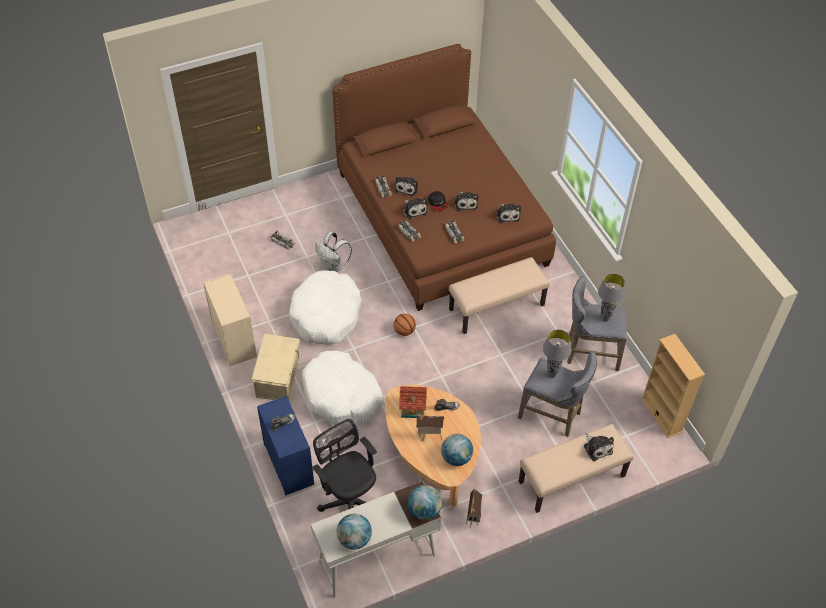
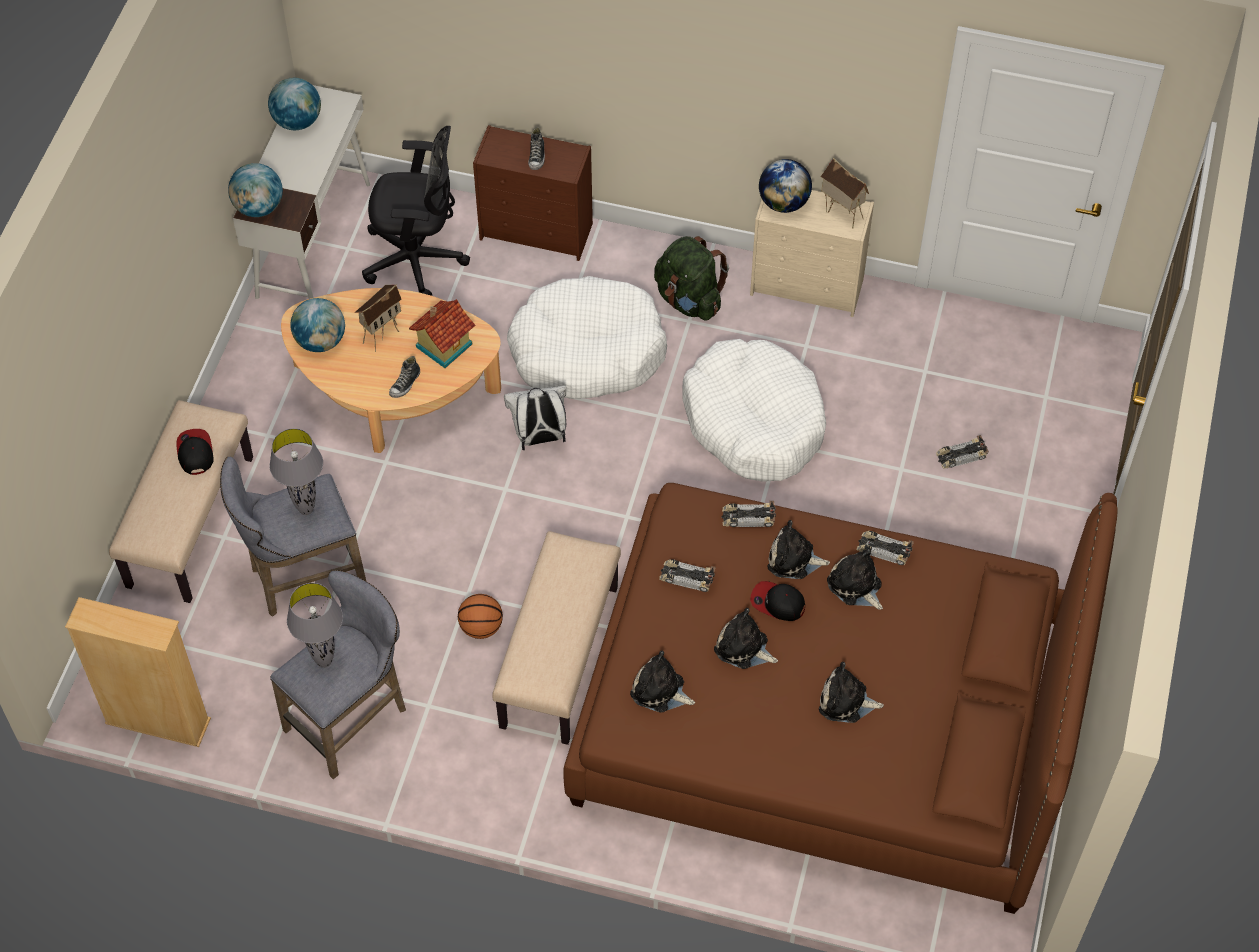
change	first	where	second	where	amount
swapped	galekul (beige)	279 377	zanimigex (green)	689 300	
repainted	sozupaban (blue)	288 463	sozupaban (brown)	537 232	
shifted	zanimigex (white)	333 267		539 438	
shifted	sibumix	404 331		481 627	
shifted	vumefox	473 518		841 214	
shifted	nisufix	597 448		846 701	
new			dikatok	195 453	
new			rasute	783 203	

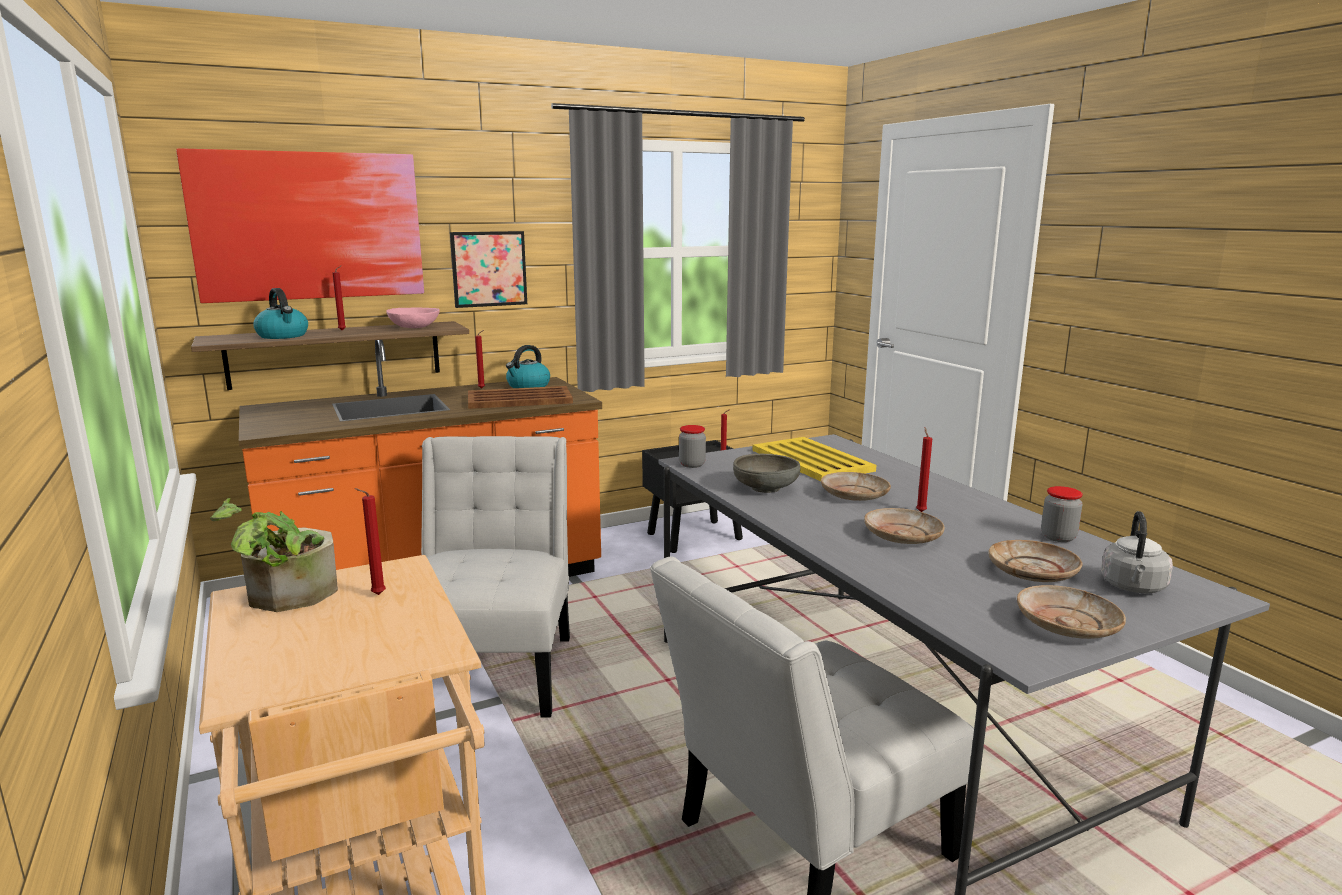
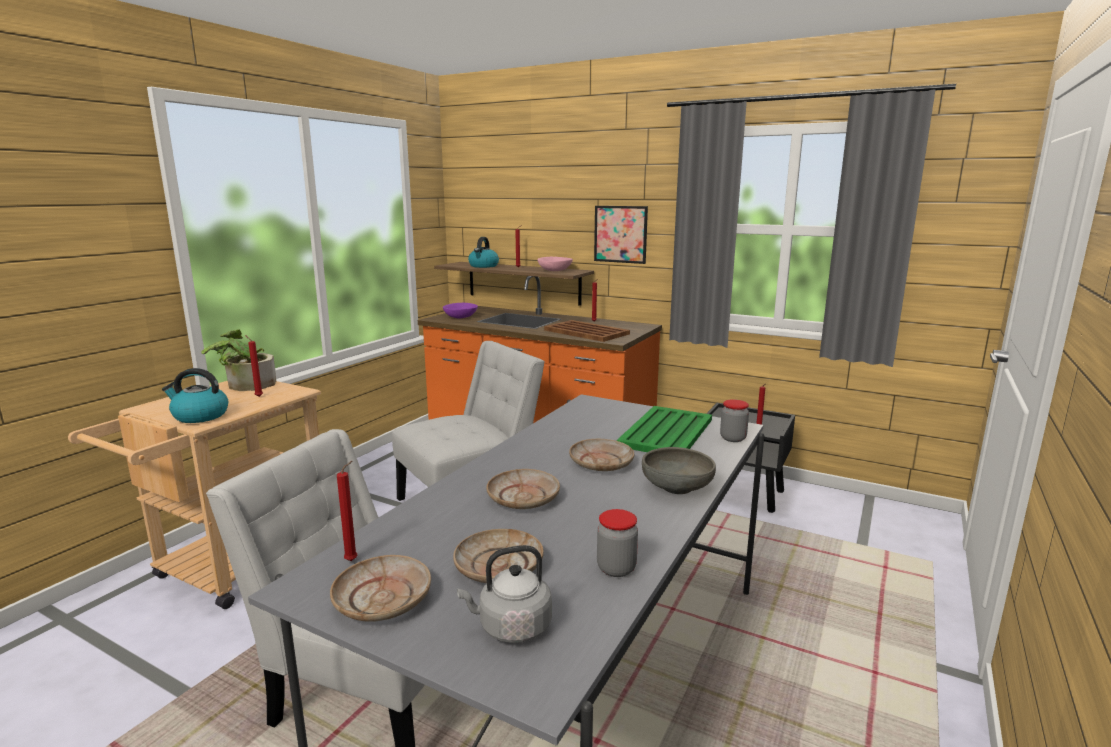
change	first	where	second	where	amount
gone	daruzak	309 226			
shifted	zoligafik	528 386		199 416	
shifted	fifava	692 464		733 438	
shifted	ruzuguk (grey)	765 488		676 487	
repainted	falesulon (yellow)	812 461	falesulon (green)	665 433	
shifted	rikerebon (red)	920 511		353 560	
new			ruzuguk (purple)	461 317	

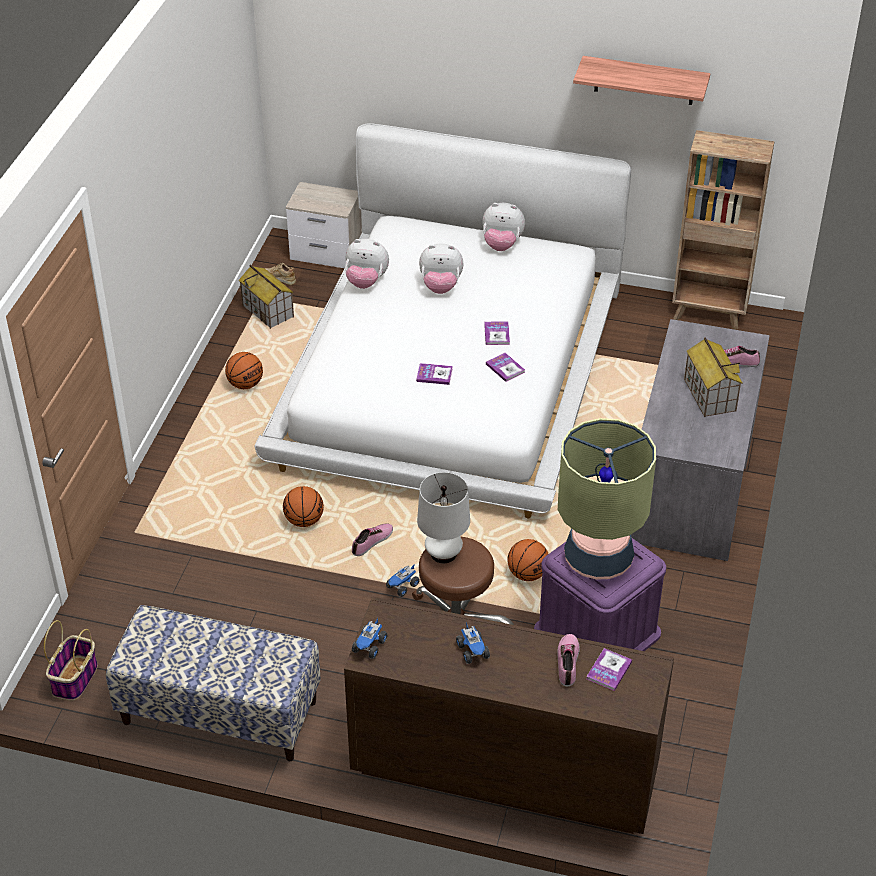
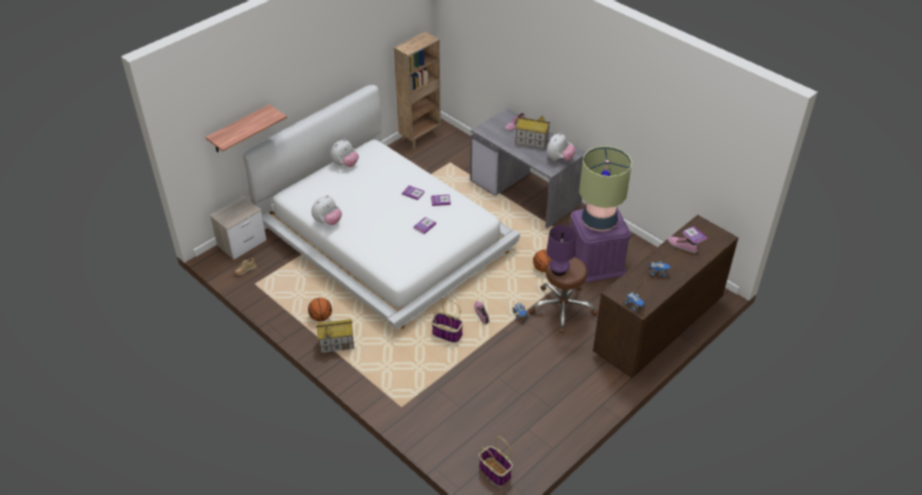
change	first	where	second	where	amount
gone	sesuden	219 712			
shifted	vumefox	268 311		337 343	
swapped	sibumix	304 520	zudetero	446 333	
repainted	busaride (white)	443 553	busaride (purple)	559 270	
shifted	nisufix	440 286		559 159	
shifted	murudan	644 80		239 129	

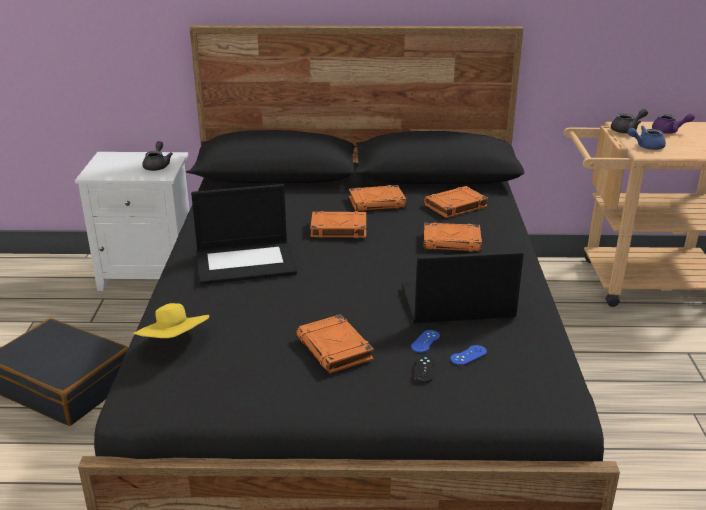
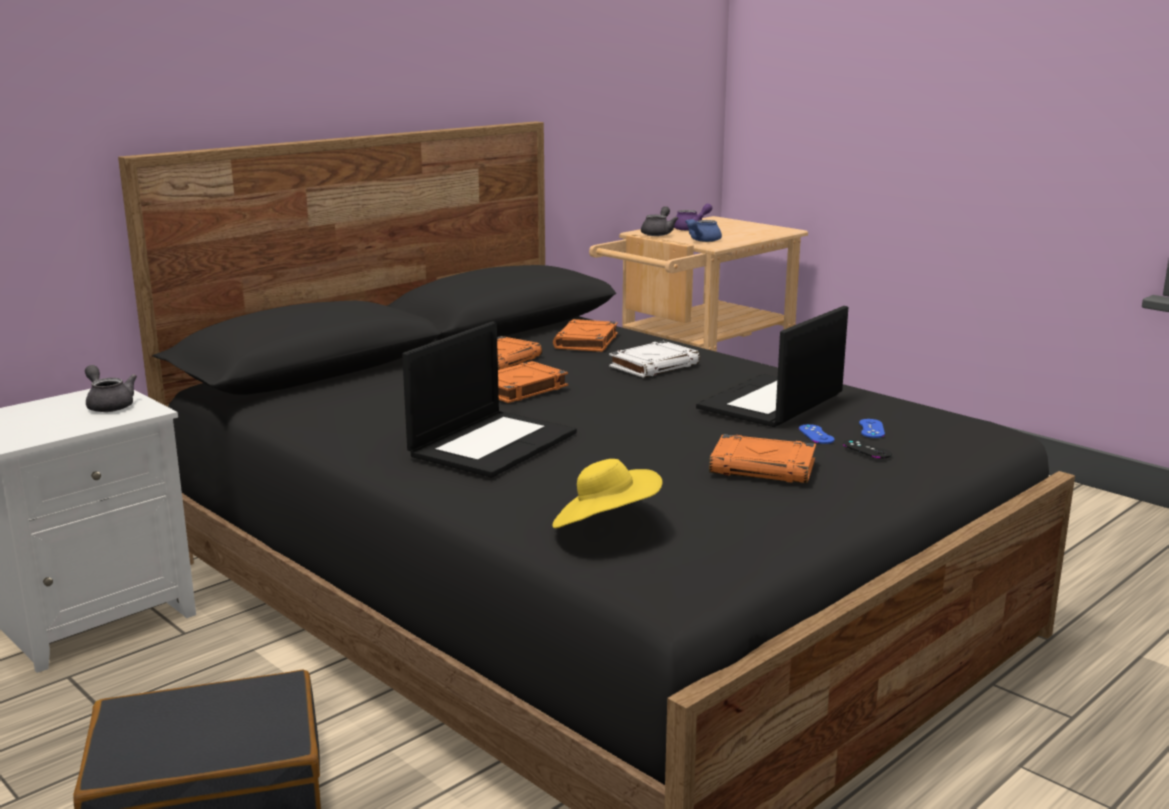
change	first	where	second	where	amount
repainted	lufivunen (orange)	452 242	lufivunen (white)	654 365	

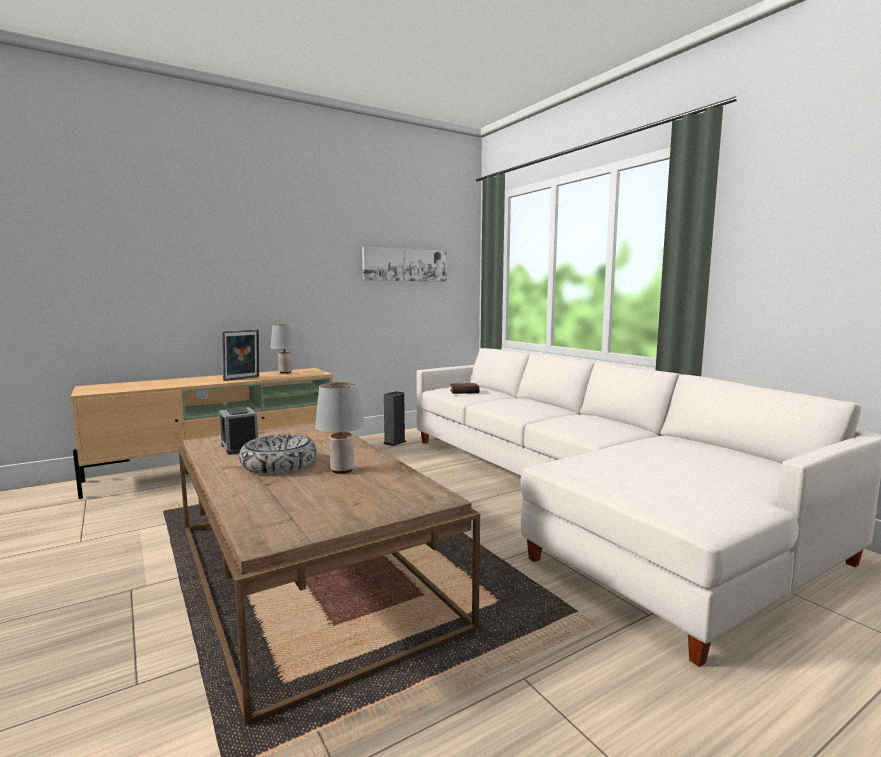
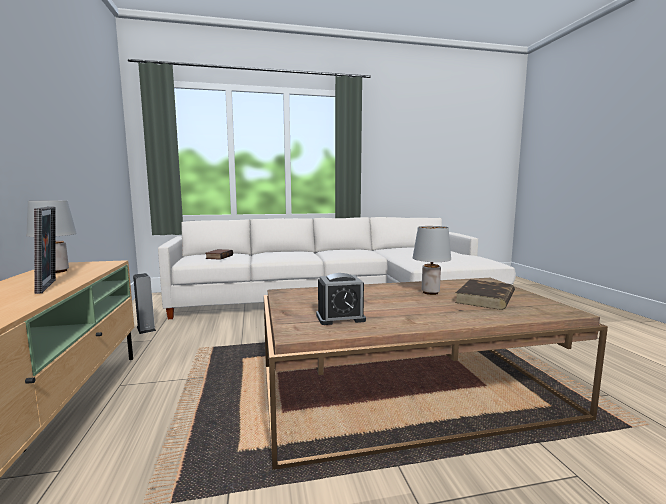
change	first	where	second	where	amount
gone	ruzuguk	279 465			
gone	daruzak	405 265			
new			lufivunen (brown)	485 298	

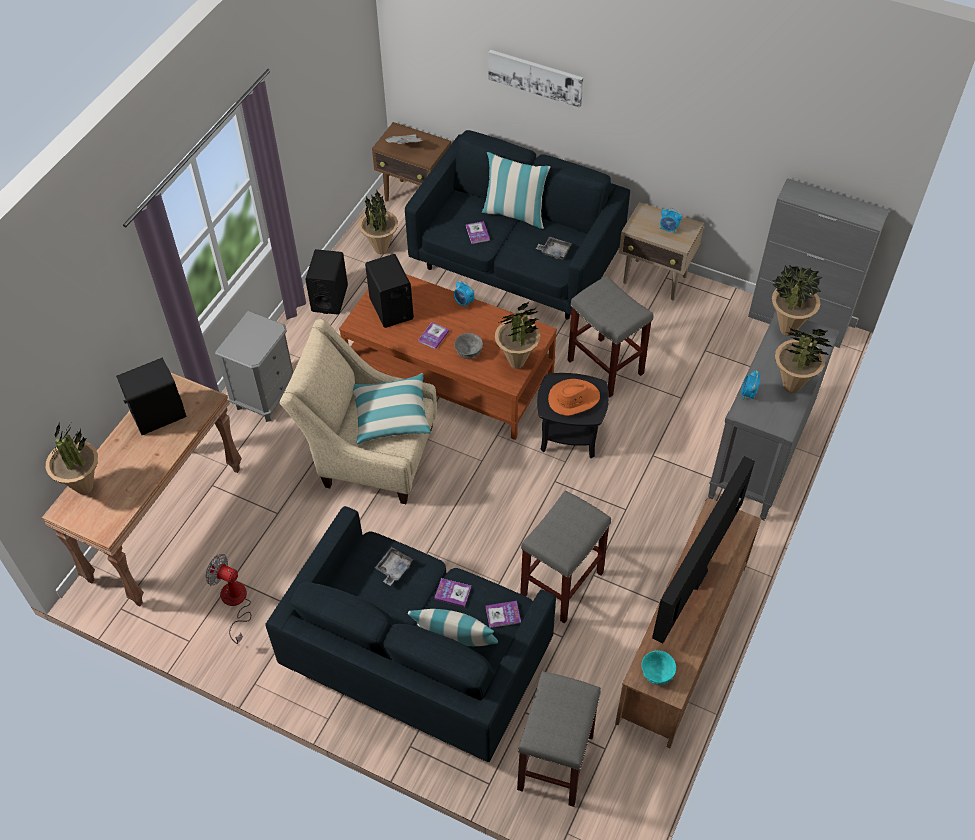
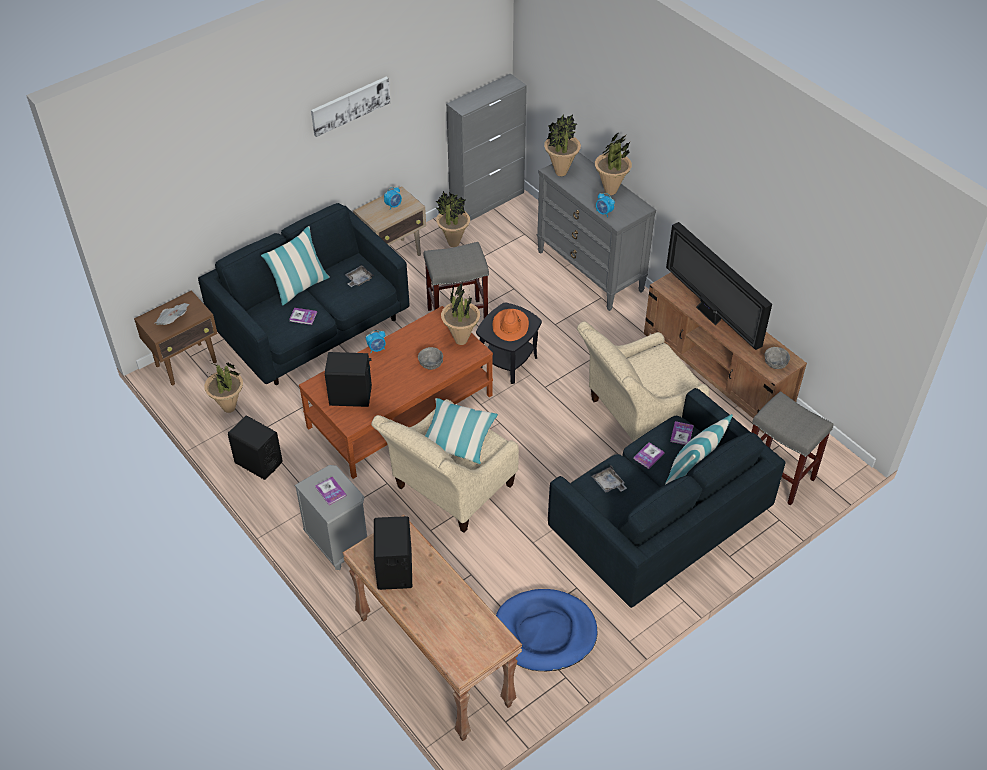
change	first	where	second	where	amount
shifted	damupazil	84 487		453 243	
swapped	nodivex	235 603	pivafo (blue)	545 632	
shifted	lufivunen	433 336		330 491	
shifted	daruzak	536 77		350 105	
swapped	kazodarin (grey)	562 583	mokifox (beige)	636 417	
repainted	ruzuguk (turquoise)	657 673	ruzuguk (grey)	775 363	

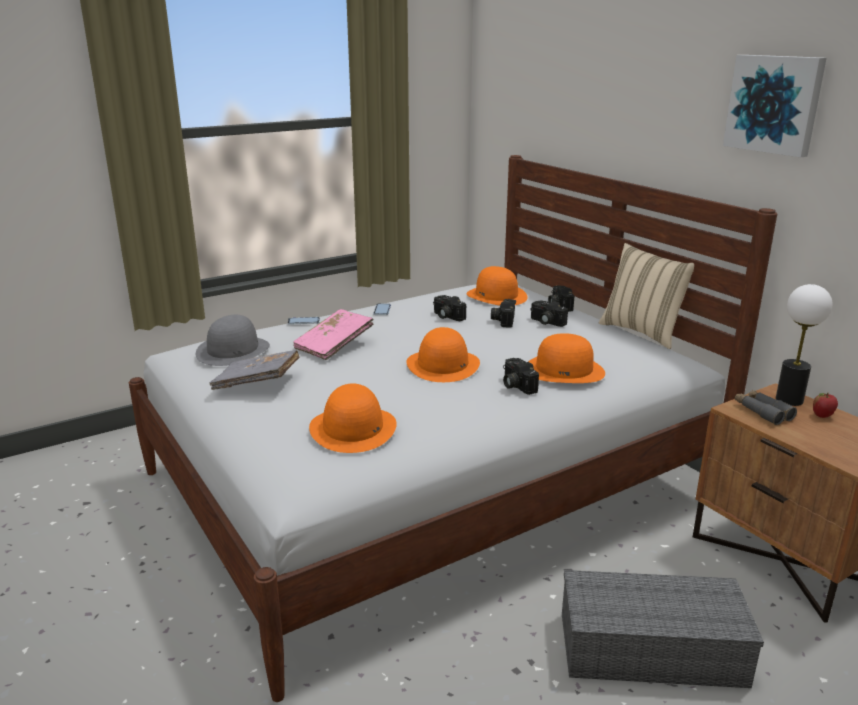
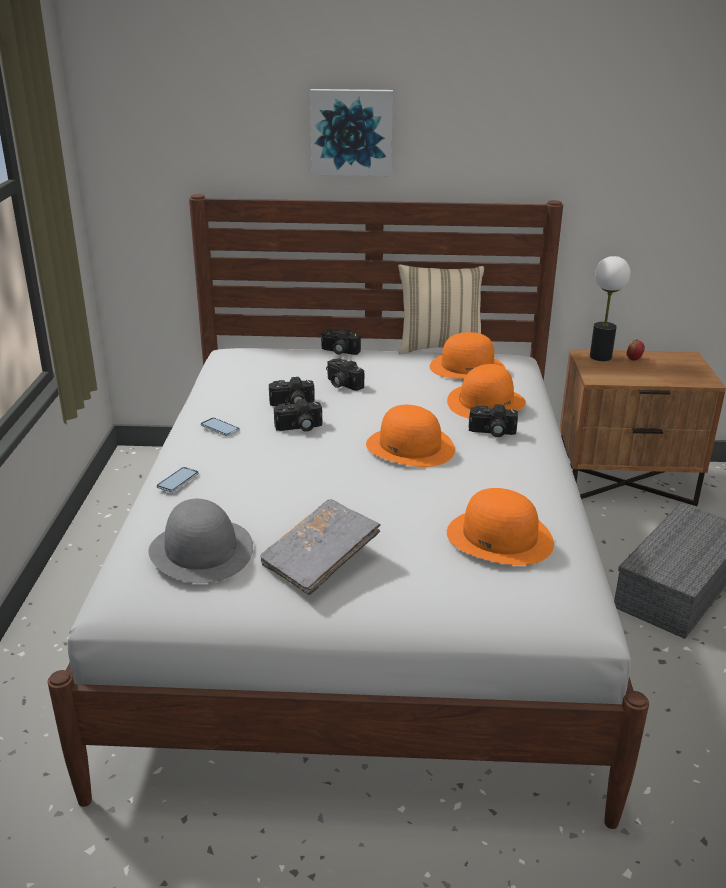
change	first	where	second	where	amount
gone	lufivunen (pink)	334 345			
shifted	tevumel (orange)	497 296		467 367	
shifted	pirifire	546 322		299 428	
shifted	daruzak	774 104		351 132	
gone	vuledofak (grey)	762 412			

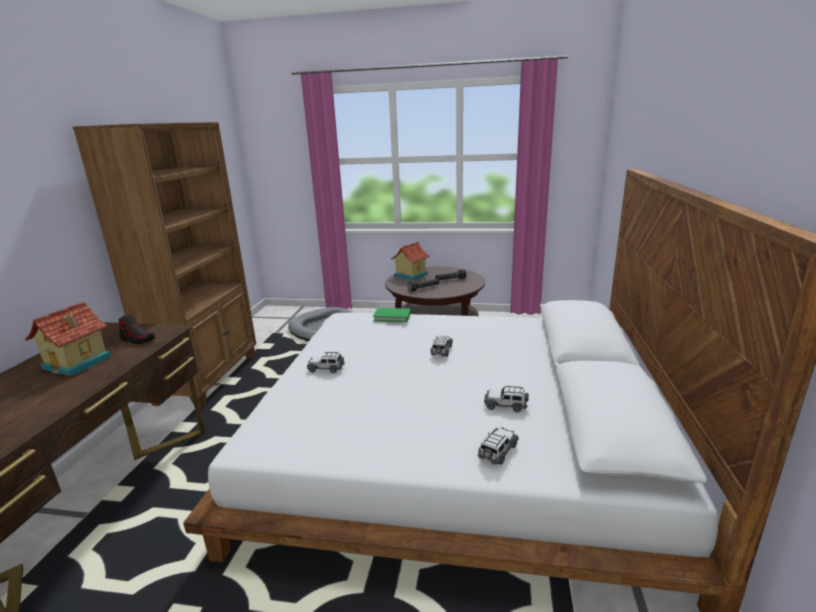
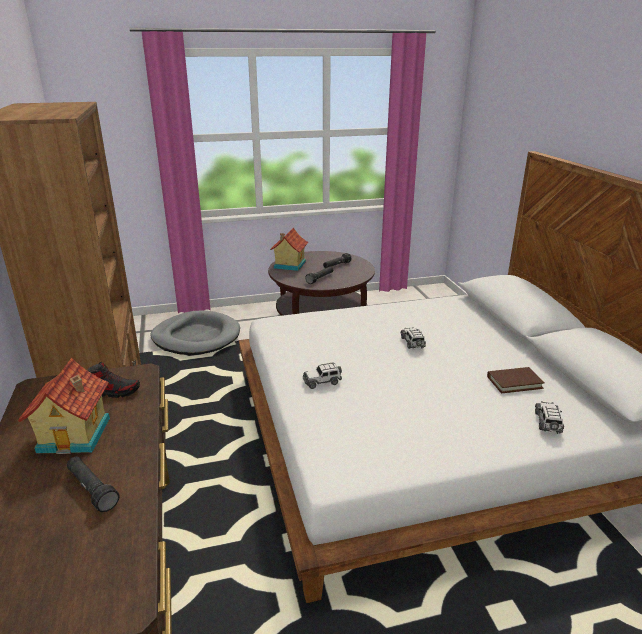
change	first	where	second	where	amount
gone	lufivunen (green)	392 317			
swapped	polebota	505 405	lufivunen (brown)	514 382	
new			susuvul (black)	92 489	

